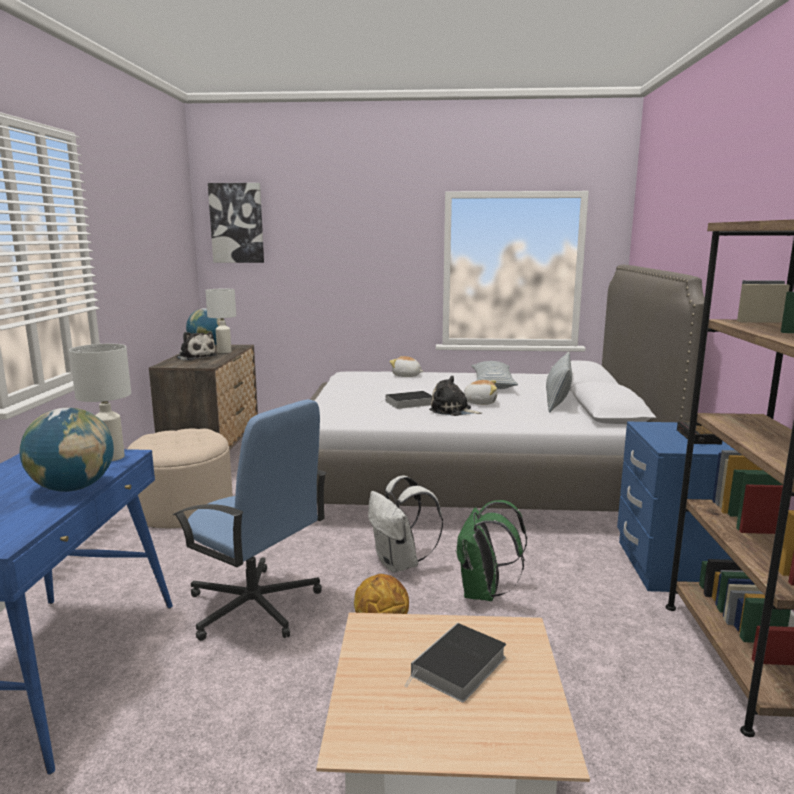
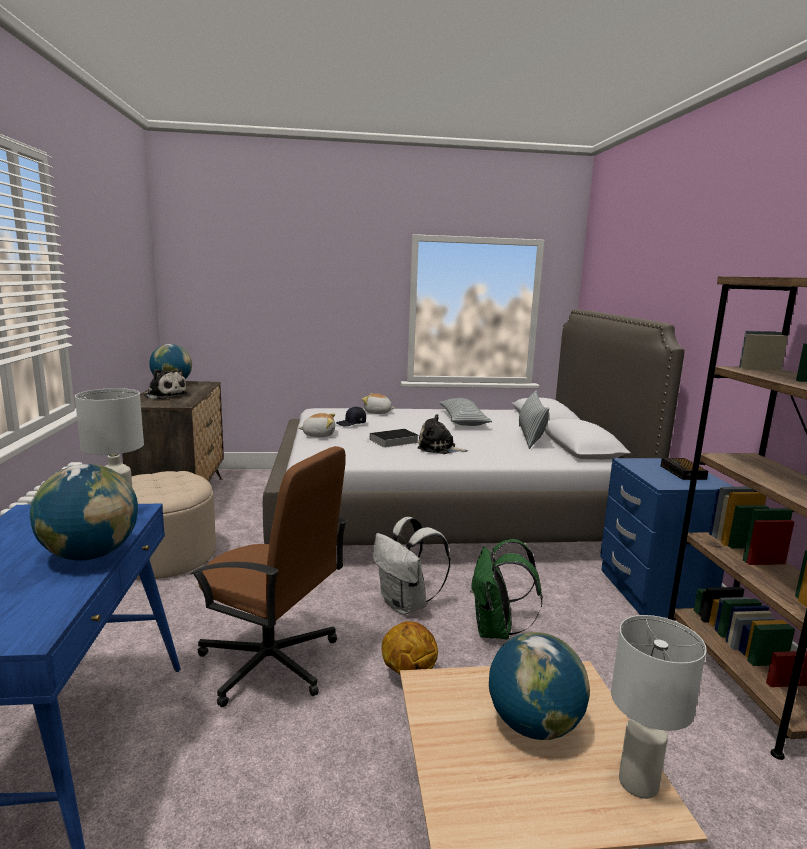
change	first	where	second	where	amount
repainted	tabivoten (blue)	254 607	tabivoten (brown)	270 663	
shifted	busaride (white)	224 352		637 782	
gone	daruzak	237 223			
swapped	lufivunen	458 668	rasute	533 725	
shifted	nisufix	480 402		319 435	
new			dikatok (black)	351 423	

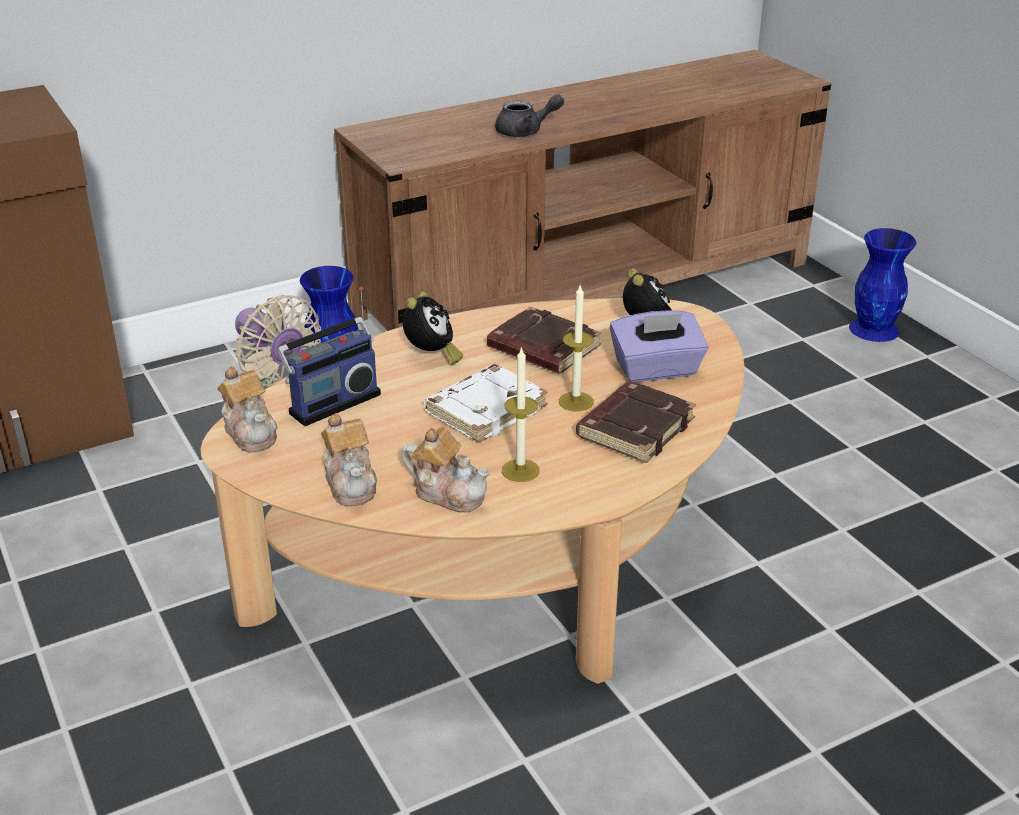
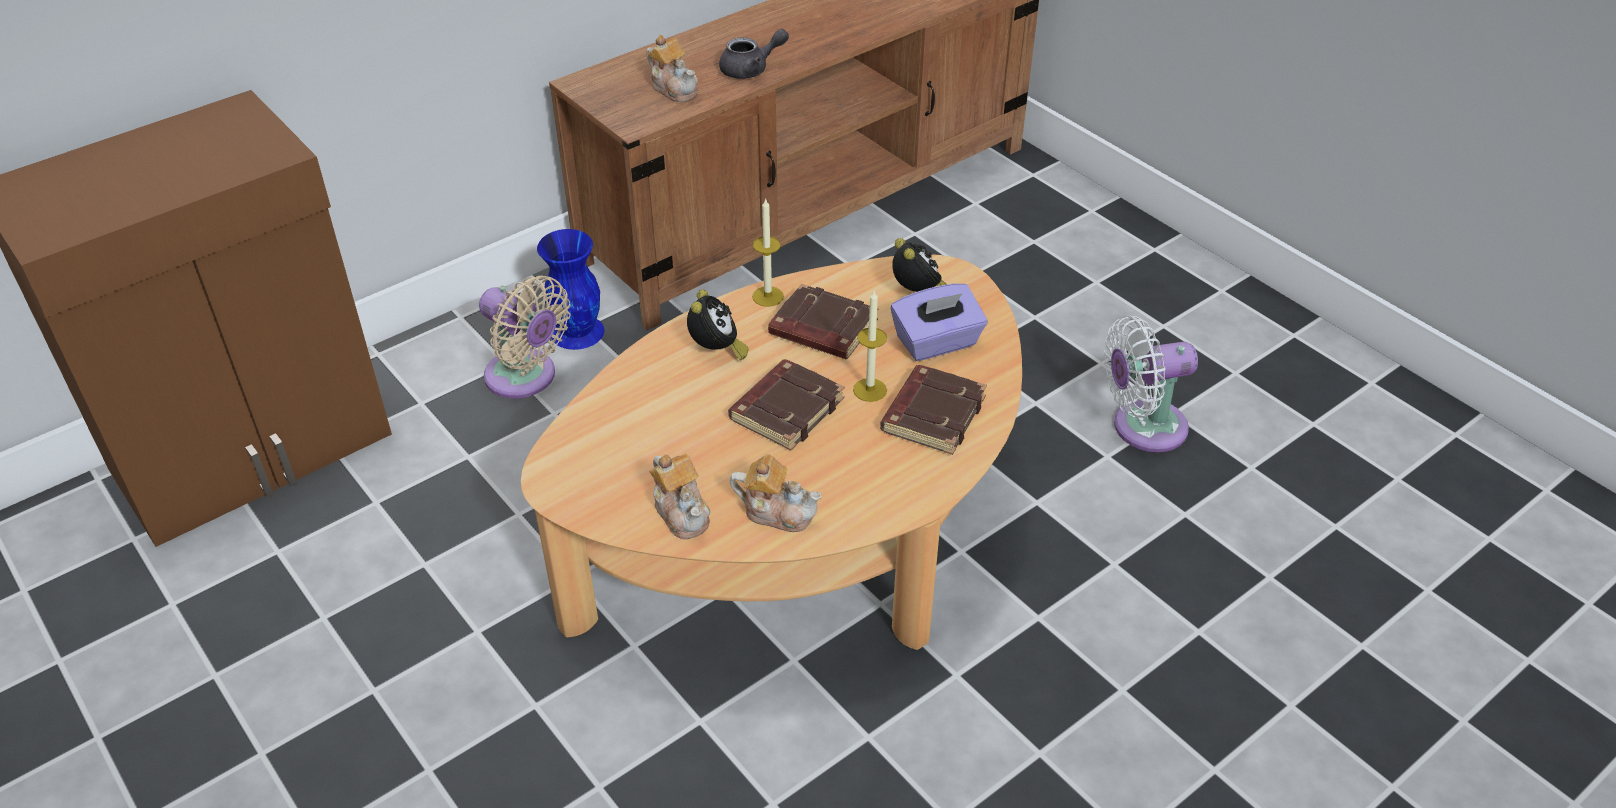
change	first	where	second	where	amount
shifted	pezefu	251 432		674 88	
gone	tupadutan	332 402			
repainted	lufivunen (white)	485 409	lufivunen (brown)	786 409	
shifted	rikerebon	520 470		768 296	
gone	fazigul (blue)	875 329			
new			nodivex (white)	1142 427	

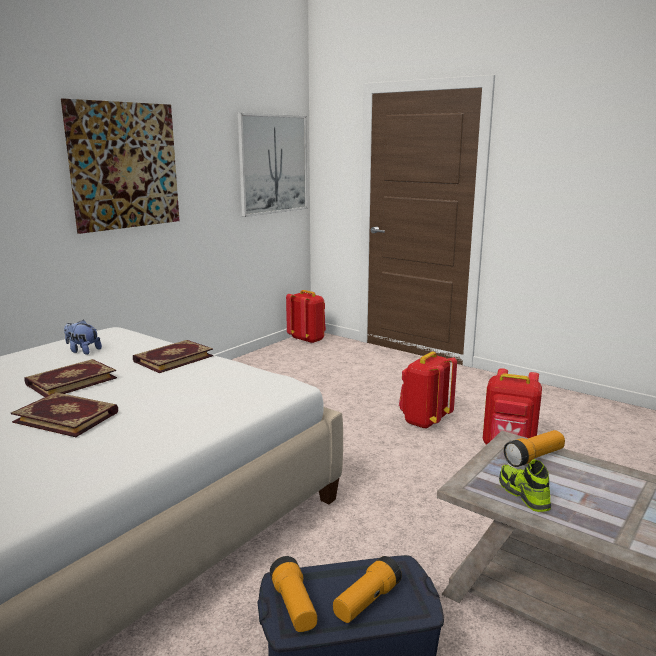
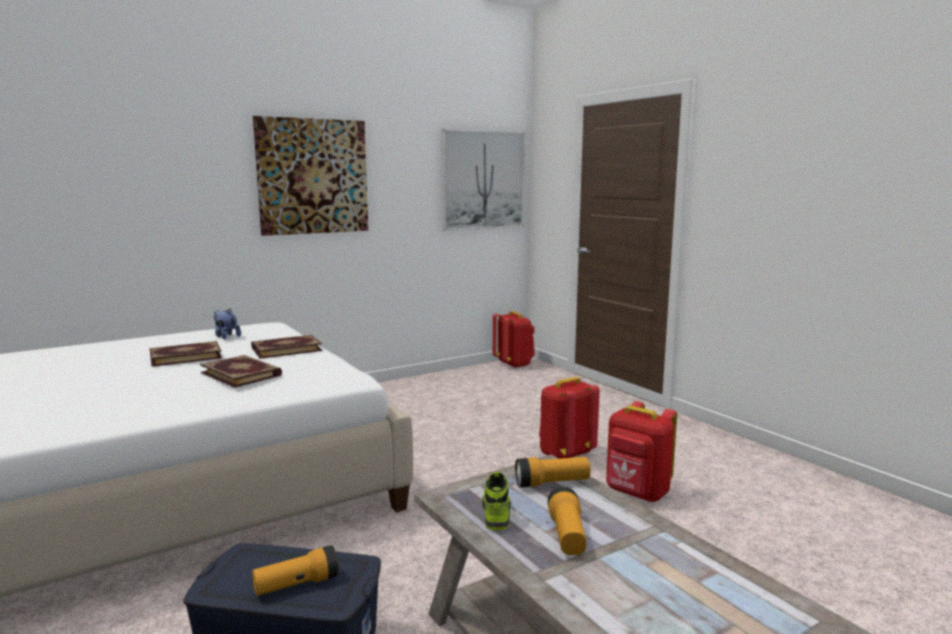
change	first	where	second	where	amount
shifted	lufivunen	67 417		242 374	
shifted	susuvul	294 606		567 535	

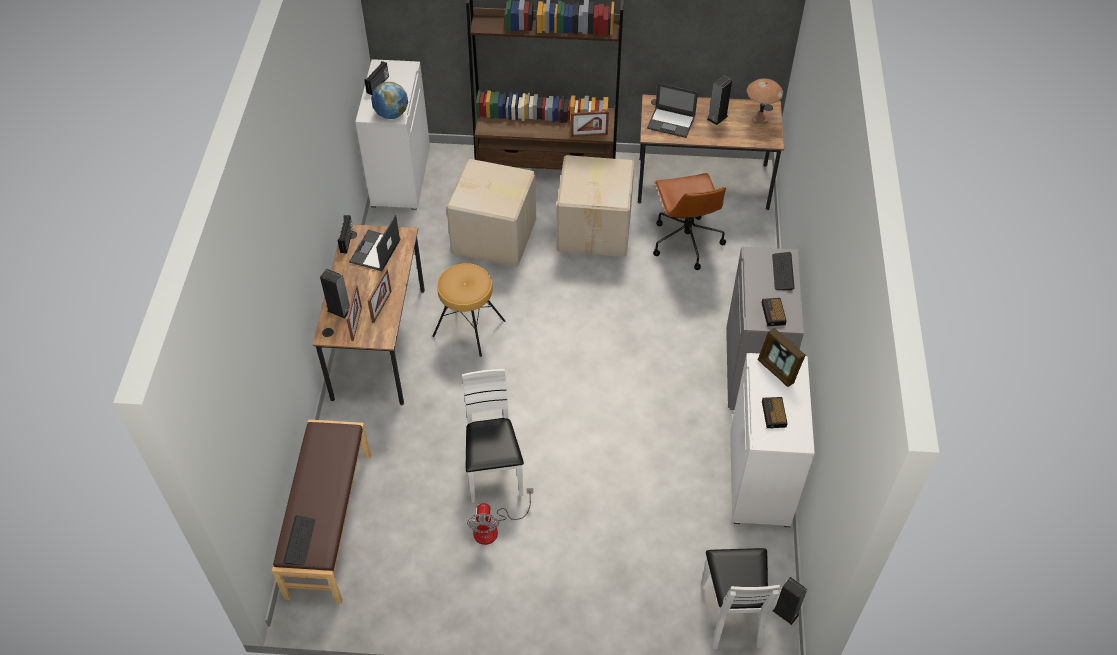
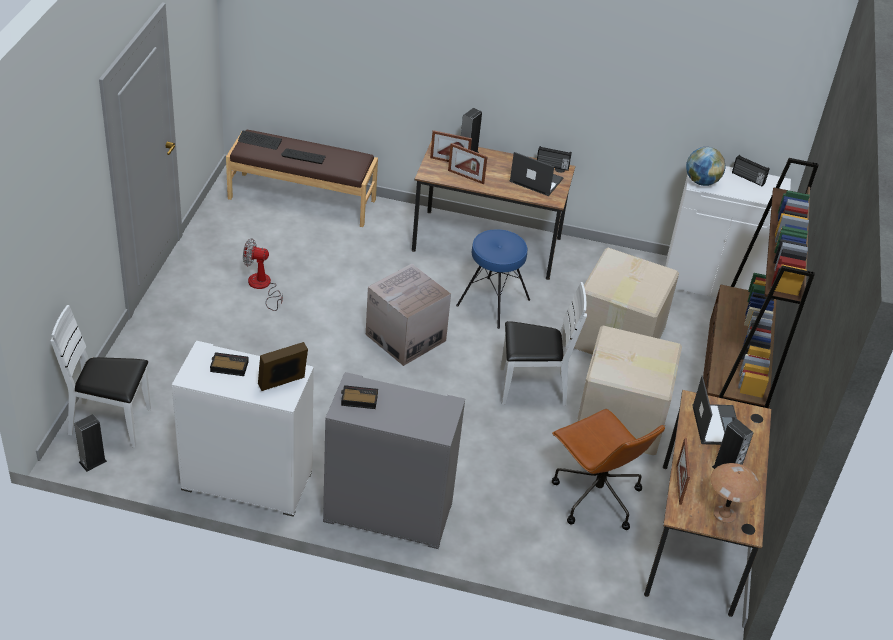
change	first	where	second	where	amount
repainted	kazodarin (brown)	469 329	kazodarin (blue)	492 302	
shifted	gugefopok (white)	493 472		532 388	
shifted	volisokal	589 135		678 484	
rotated	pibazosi	671 122		716 424	150 degrees clockwise
rotated	tabivoten (brown)	685 241		595 496	120 degrees counterclockwise
shifted	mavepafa	783 272		303 156	
new			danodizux	405 337	

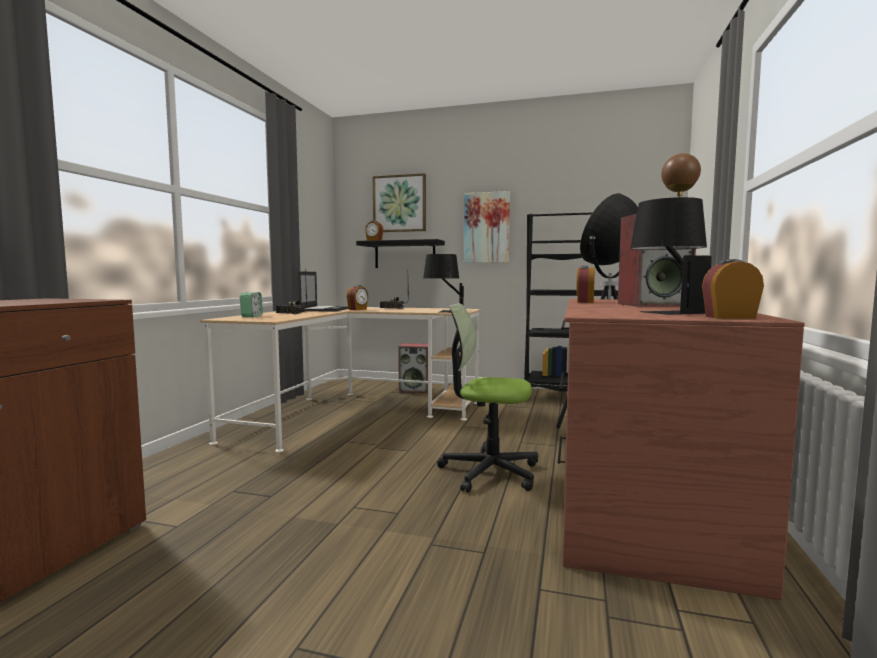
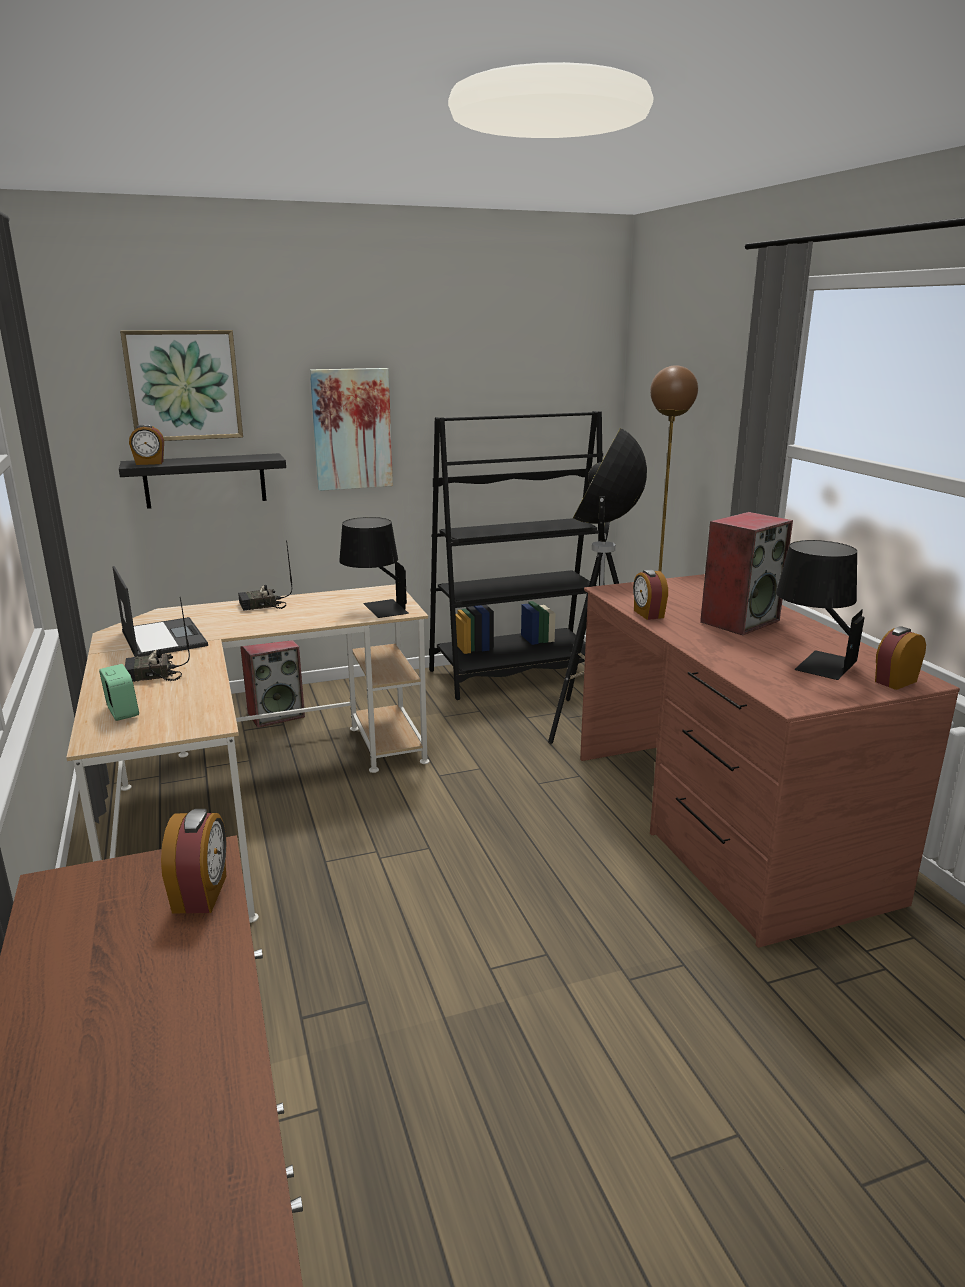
change	first	where	second	where	amount
shifted	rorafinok	358 309		201 894	
gone	tabivoten	489 472			

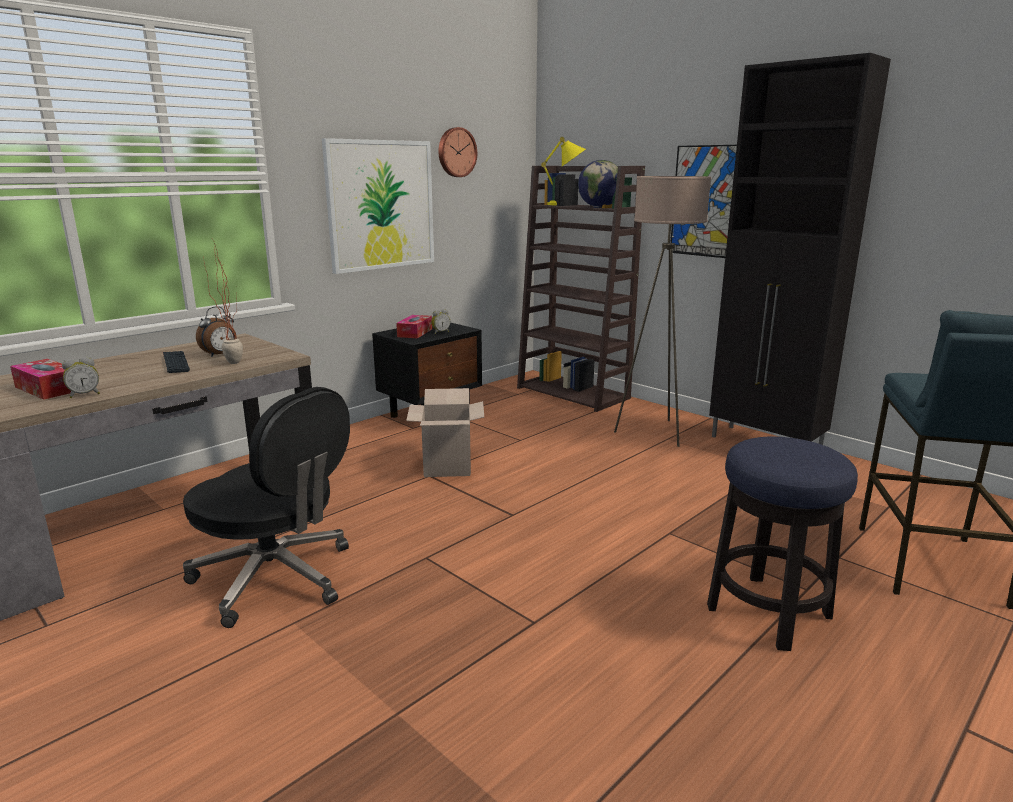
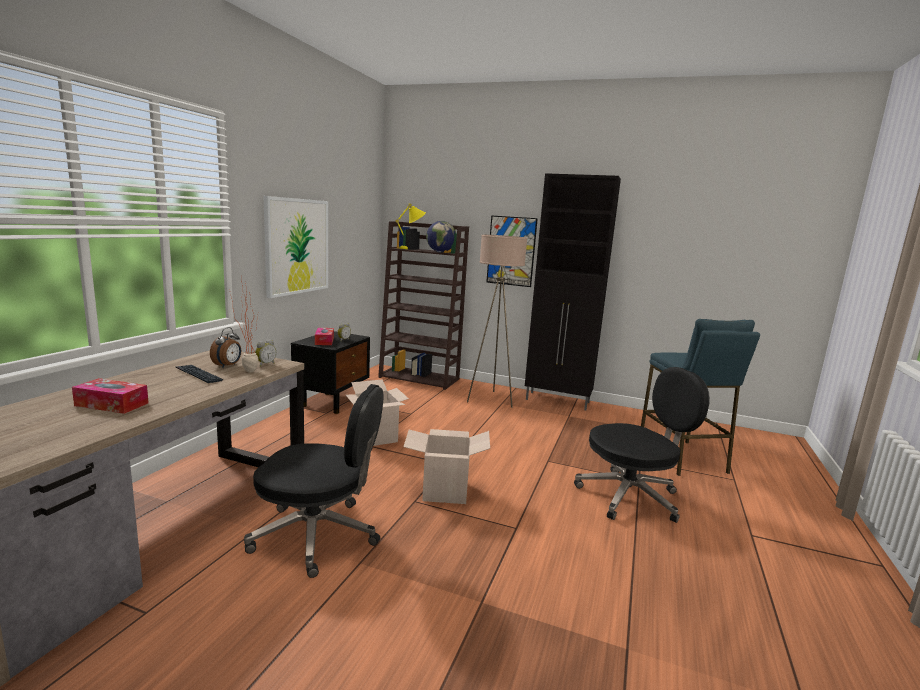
change	first	where	second	where	amount
shifted	rorafinok	84 395		265 364	
gone	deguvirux	456 152			
swapped	kazodarin	768 612	tabivoten (black)	631 496	
new			danodizux	445 491	

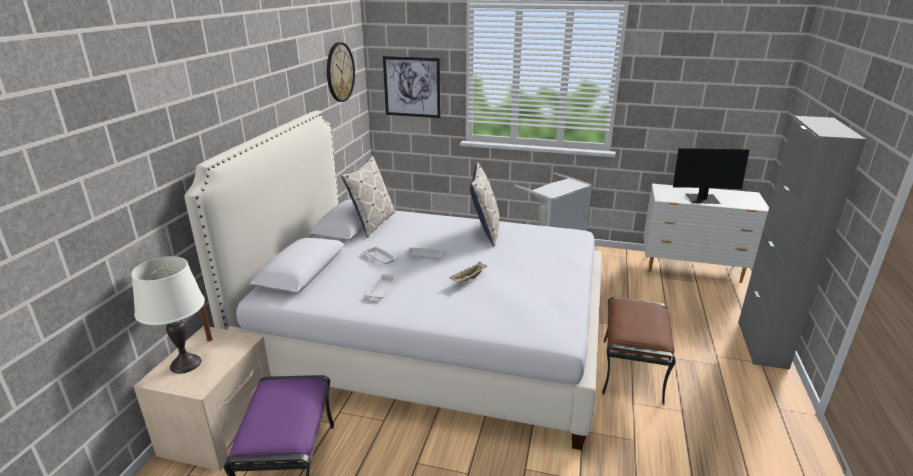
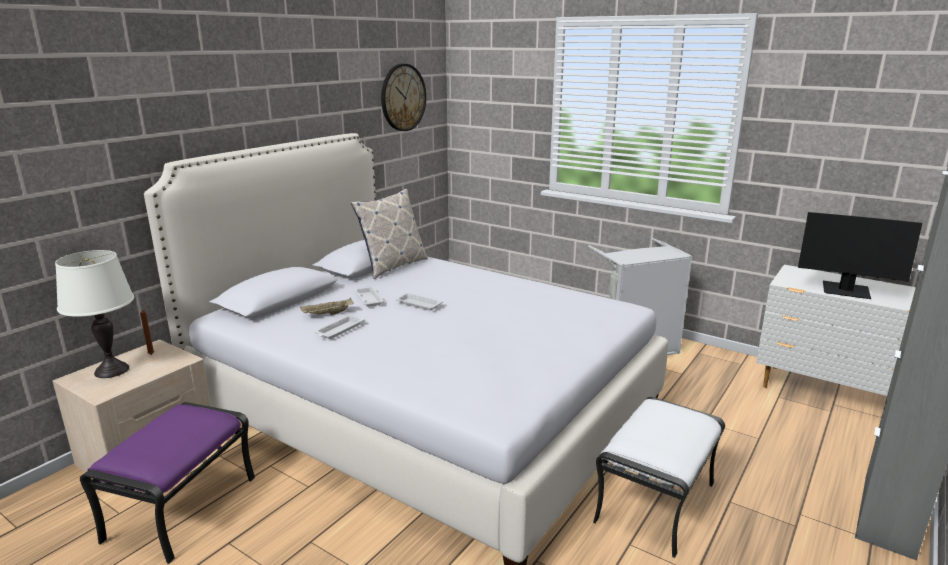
change	first	where	second	where	amount
gone	daruzak	412 87			
shifted	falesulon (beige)	468 279		327 314	
gone	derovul	485 231			
repainted	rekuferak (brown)	630 369	rekuferak (white)	654 501	

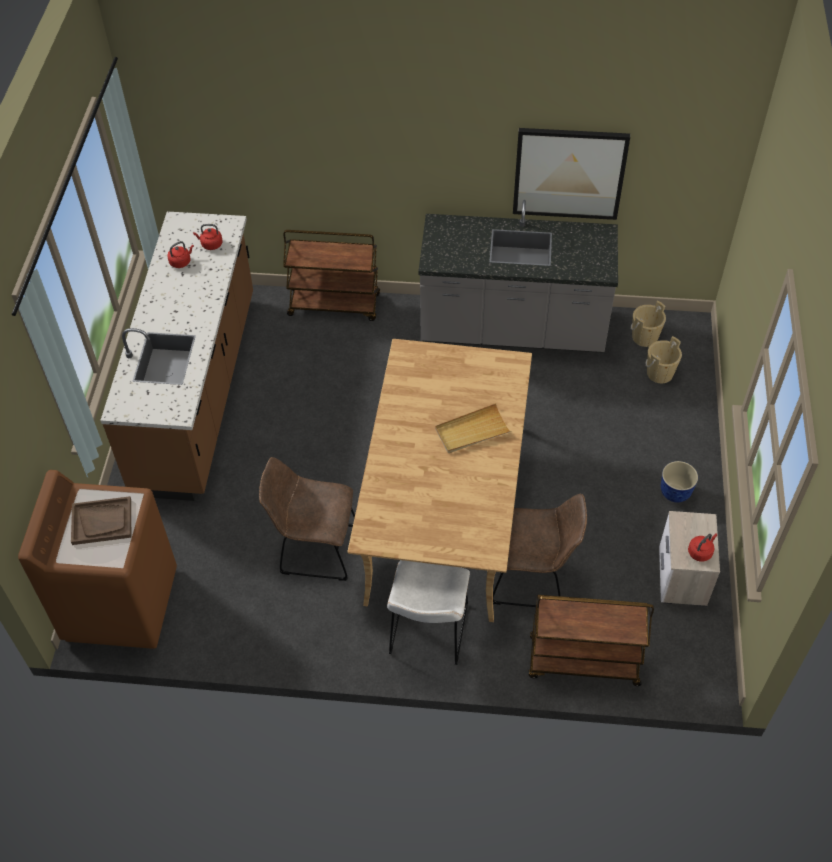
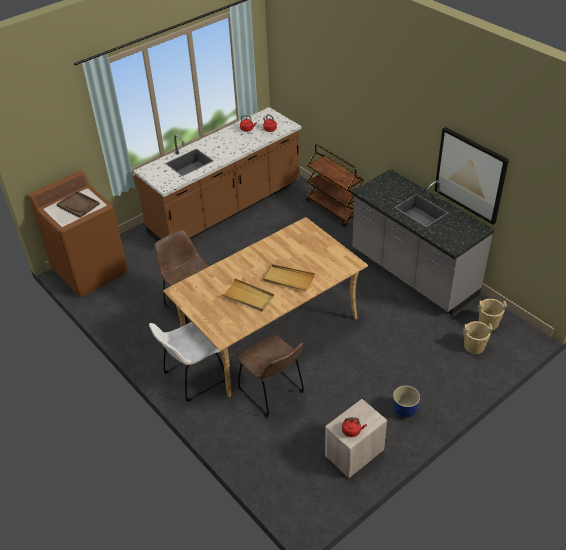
change	first	where	second	where	amount
gone	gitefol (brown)	583 662			
new			falesulon (beige)	248 296	

